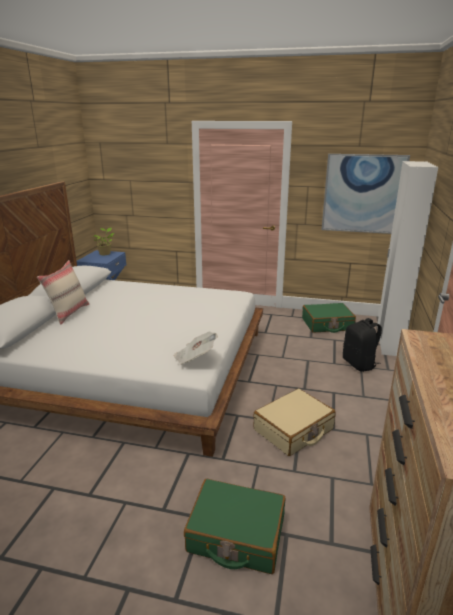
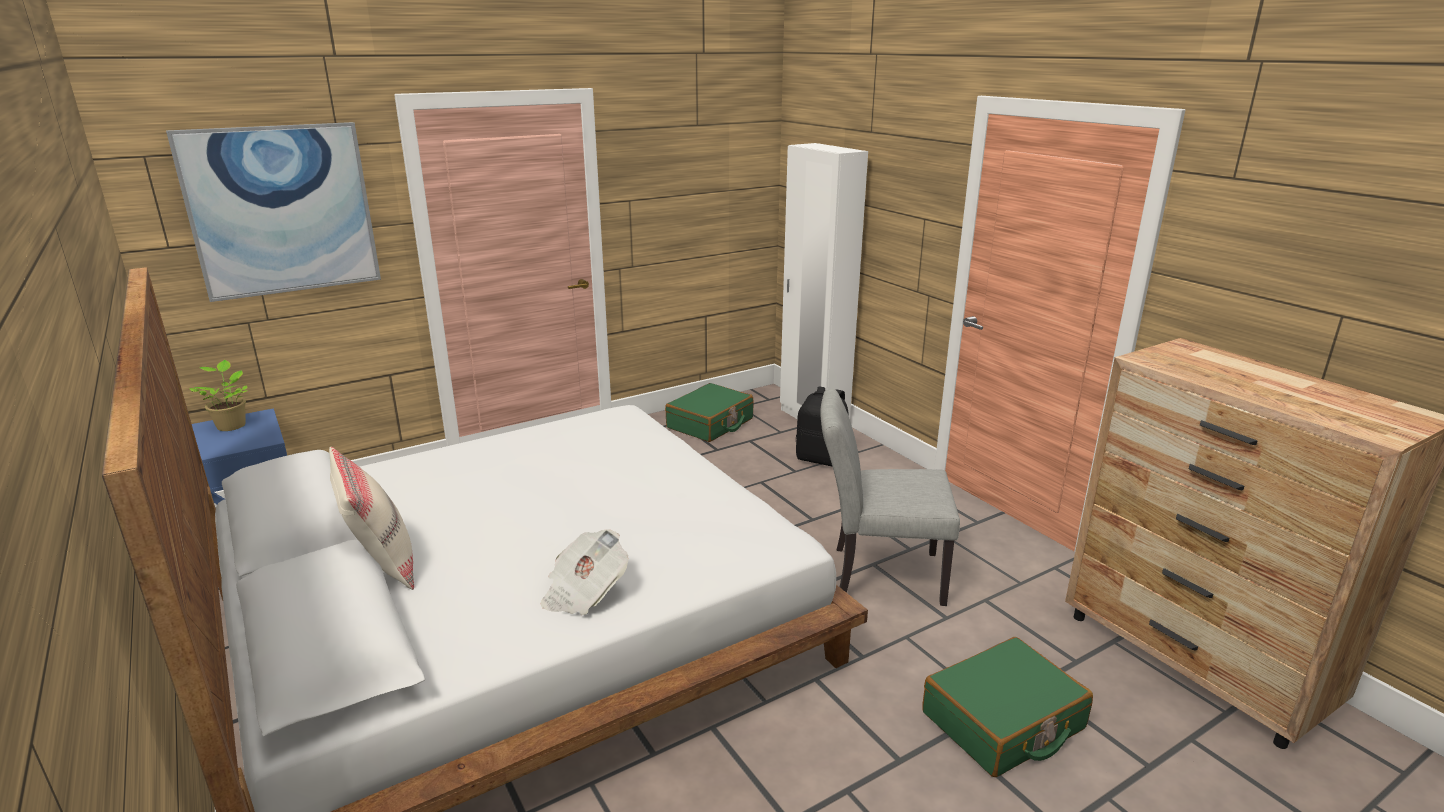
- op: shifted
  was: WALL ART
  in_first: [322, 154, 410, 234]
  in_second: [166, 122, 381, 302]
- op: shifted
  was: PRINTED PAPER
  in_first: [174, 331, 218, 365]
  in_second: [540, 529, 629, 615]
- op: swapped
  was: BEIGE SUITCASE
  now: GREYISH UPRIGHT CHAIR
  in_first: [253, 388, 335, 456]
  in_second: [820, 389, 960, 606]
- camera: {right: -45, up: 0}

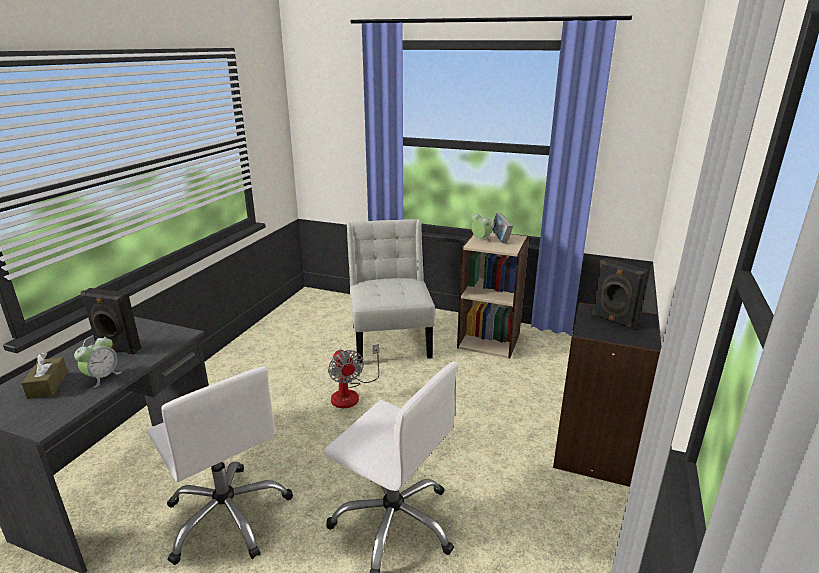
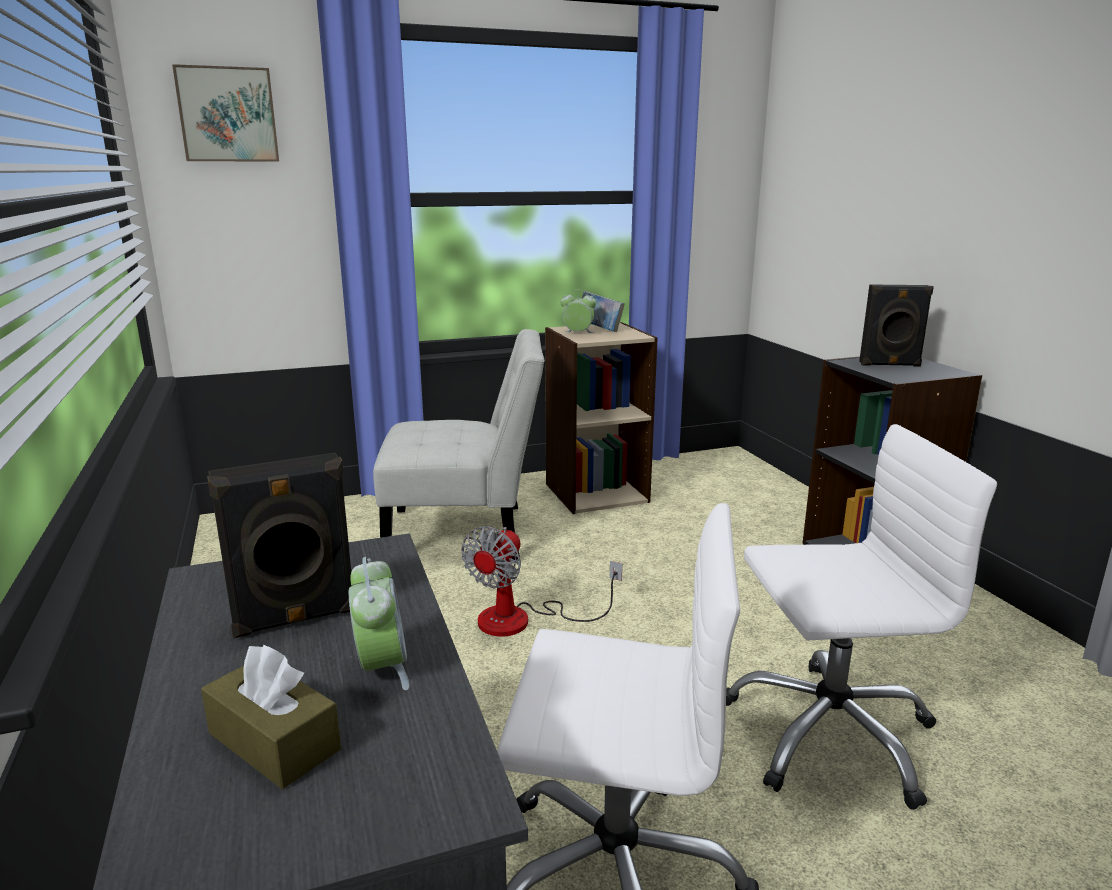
- op: rotated
  was: WHITISH UPRIGHT CHAIR
  in_first: [347, 219, 435, 363]
  in_second: [373, 329, 545, 560]
  clockwise: 135
- op: rotated
  was: COOLING FAN
  in_first: [328, 344, 379, 408]
  in_second: [461, 526, 622, 636]
  clockwise: 90
- op: new
  now: WALL ART
  in_second: [172, 64, 279, 162]
- camera: {right: -40, up: -5}

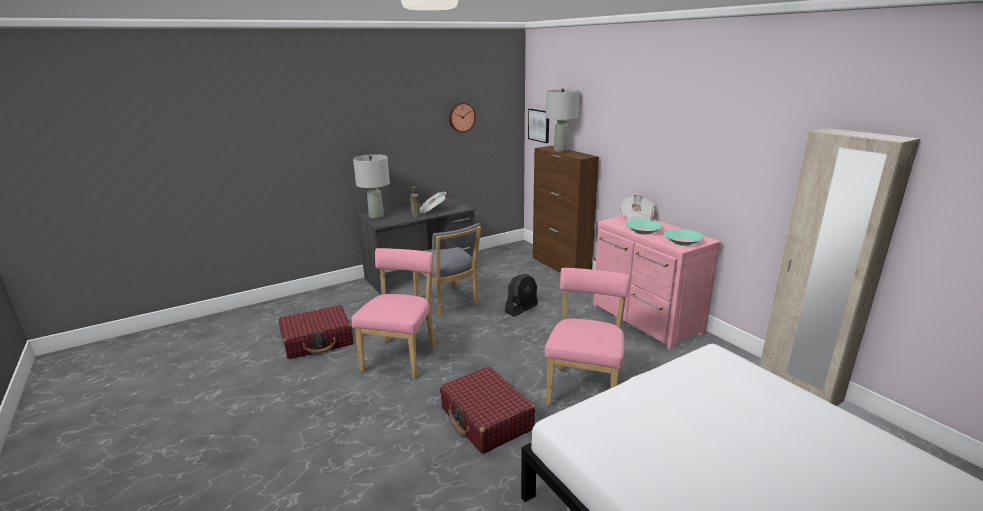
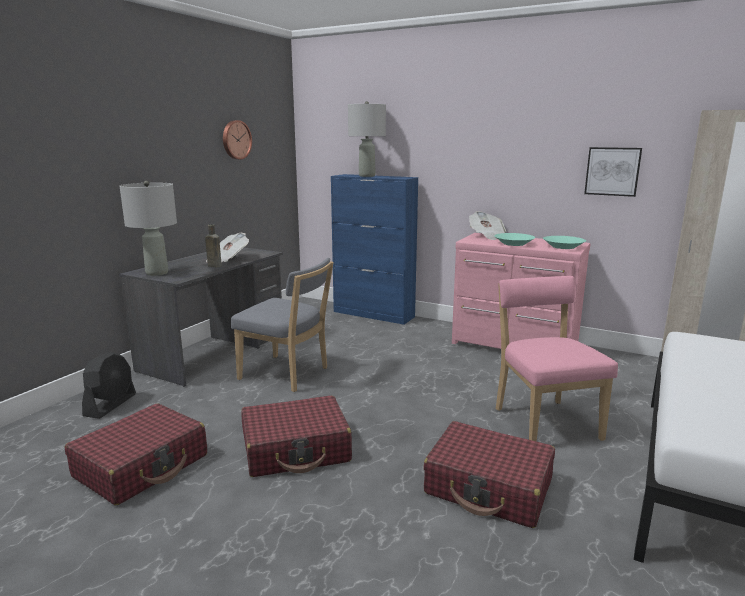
- op: shifted
  was: WALL ART
  in_first: [528, 109, 549, 143]
  in_second: [584, 147, 642, 197]
- op: repainted
  was: BROWNISH STORAGE CABINET
  now: BLUE STORAGE CABINET
  in_first: [533, 146, 599, 273]
  in_second: [331, 174, 418, 325]
- op: swapped
  was: PINK UPRIGHT CHAIR
  now: RED SUITCASE
  in_first: [351, 248, 435, 379]
  in_second: [241, 396, 352, 477]
- op: shifted
  was: BLACKISH COOLING FAN
  in_first: [505, 274, 538, 317]
  in_second: [82, 352, 136, 419]
- camera: {right: -30, up: -5}

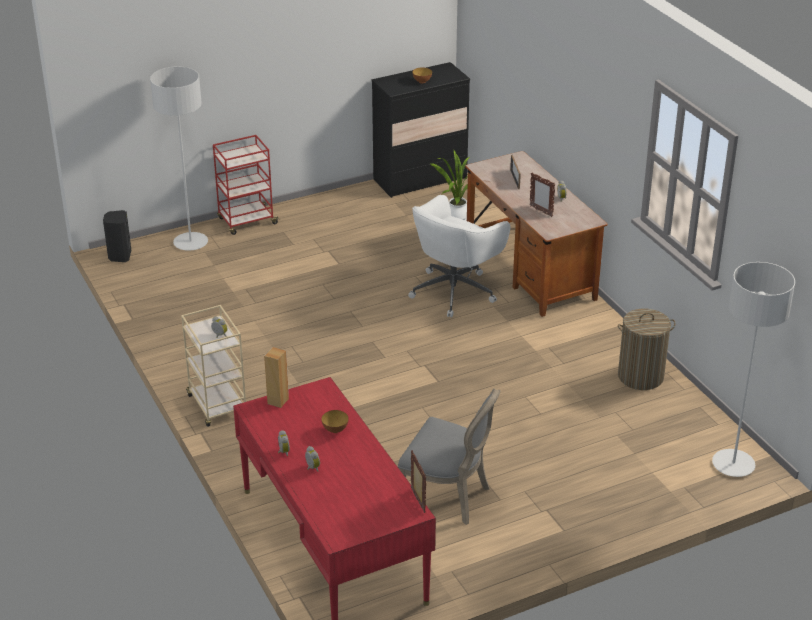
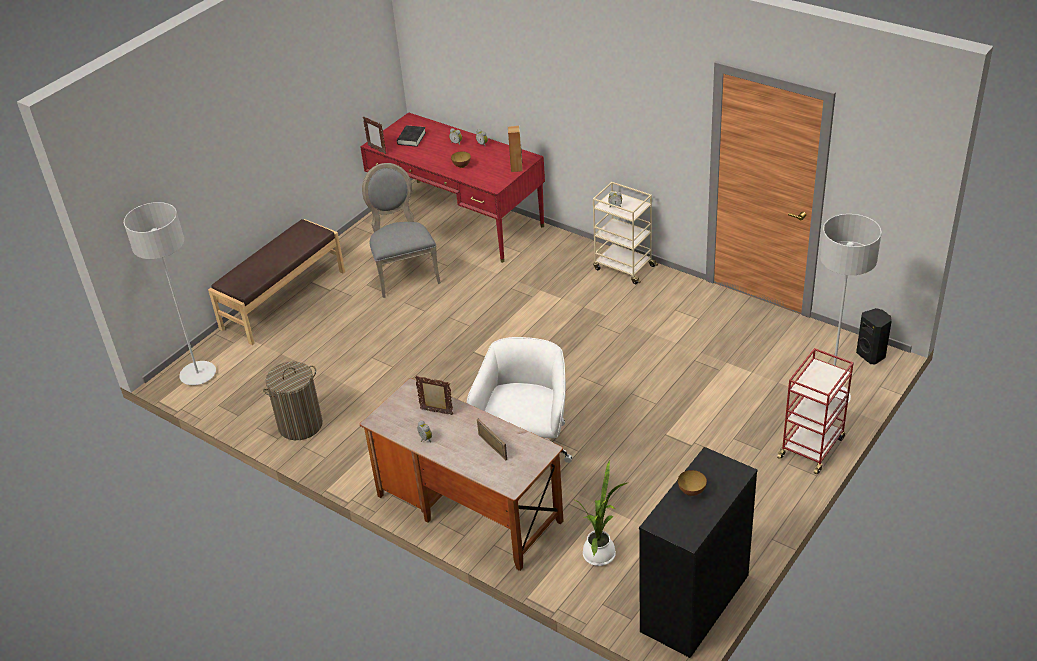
- op: rotated
  was: GREYISH UPRIGHT CHAIR
  in_first: [398, 389, 501, 525]
  in_second: [362, 163, 441, 298]
  clockwise: 75
- op: new
  now: BLACKISH BOOK
  in_second: [397, 125, 426, 147]
- op: new
  now: BROWNISH LONG SEAT
  in_second: [208, 219, 345, 345]
- camera: {right: 155, up: 5}

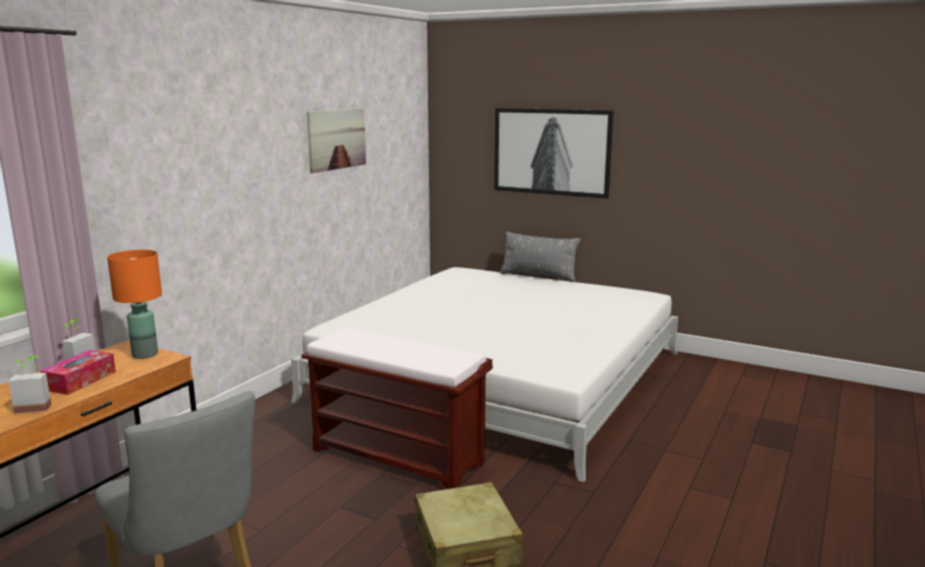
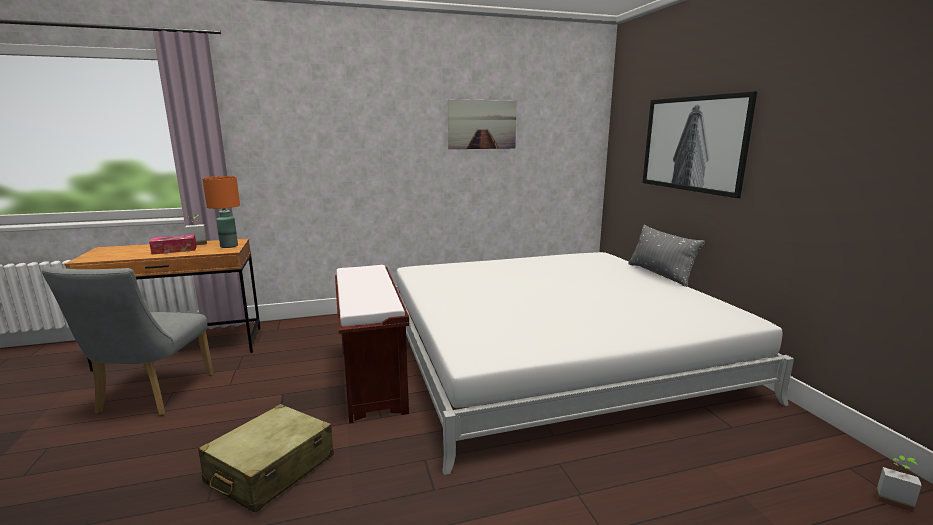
- op: shifted
  was: PLANT IN A POT
  in_first: [8, 355, 52, 414]
  in_second: [876, 455, 922, 513]
- camera: {right: 45, up: 0}

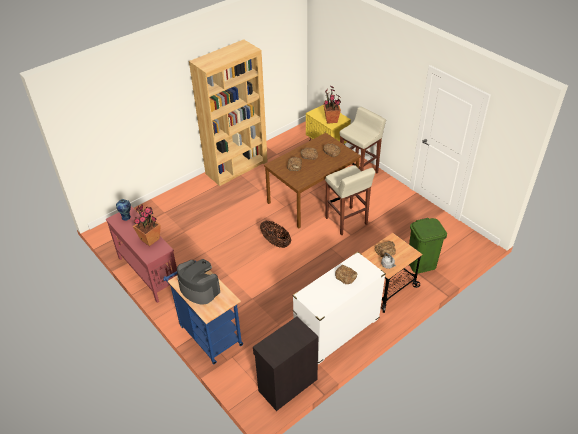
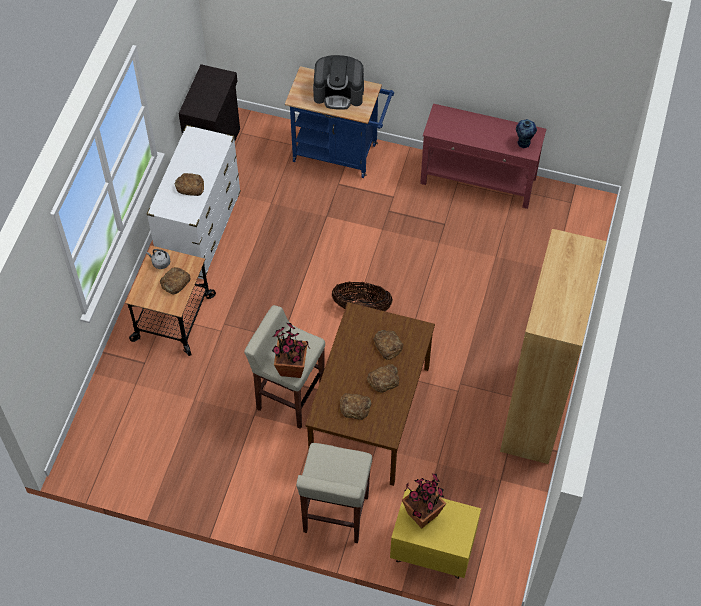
- op: shifted
  was: PLANT IN A POT
  in_first: [133, 205, 161, 246]
  in_second: [272, 323, 309, 378]
- op: gone
  was: GREEN TRASH CAN
  in_first: [409, 218, 447, 274]
- camera: {right: 145, up: 15}

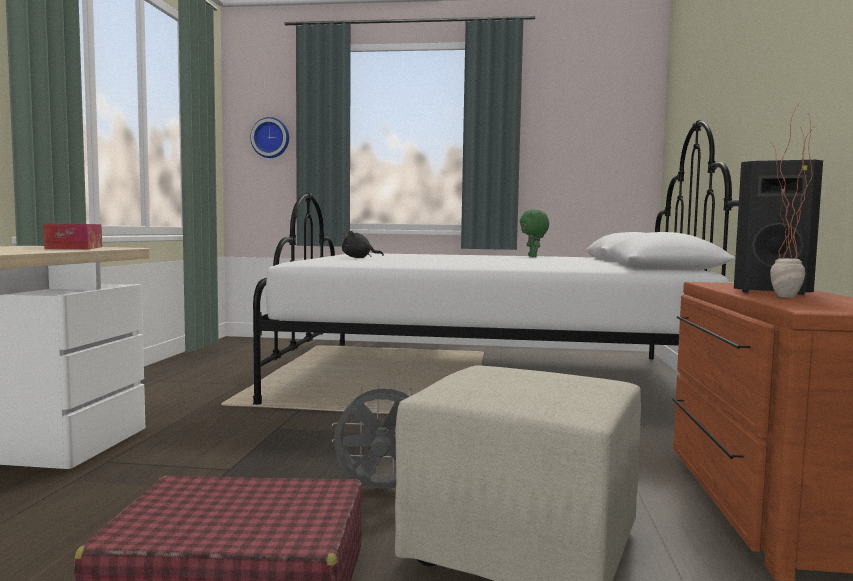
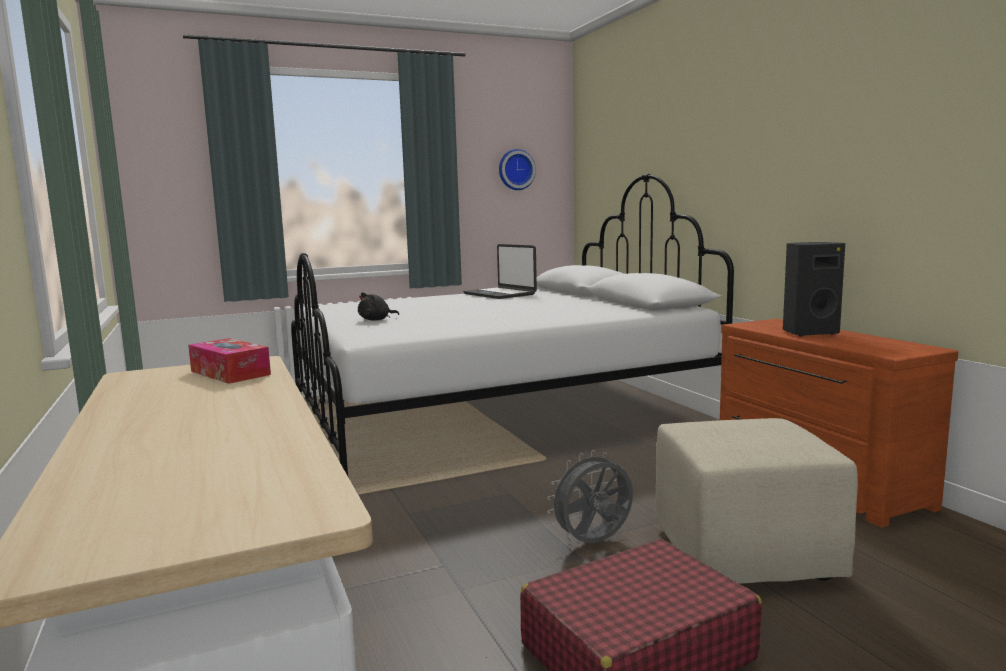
- op: gone
  was: PLANT IN A POT
  in_first: [770, 101, 813, 298]
- op: shifted
  was: HANGING CLOCK
  in_first: [250, 117, 289, 158]
  in_second: [499, 149, 536, 190]
- op: swapped
  was: GREEN SOFT TOY
  now: PORTABLE COMPUTER
  in_first: [520, 209, 549, 257]
  in_second: [463, 244, 537, 299]
- camera: {right: -30, up: 5}

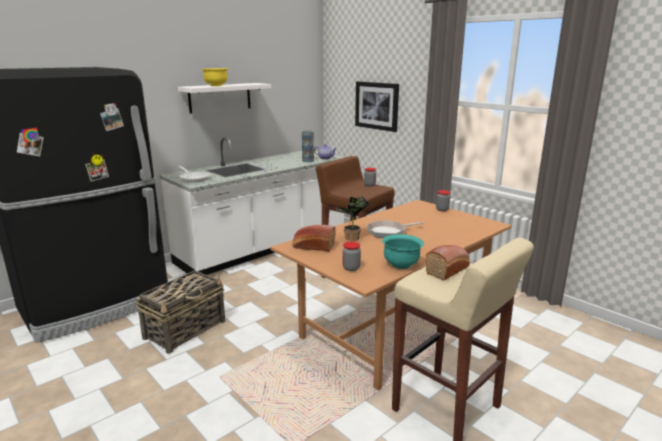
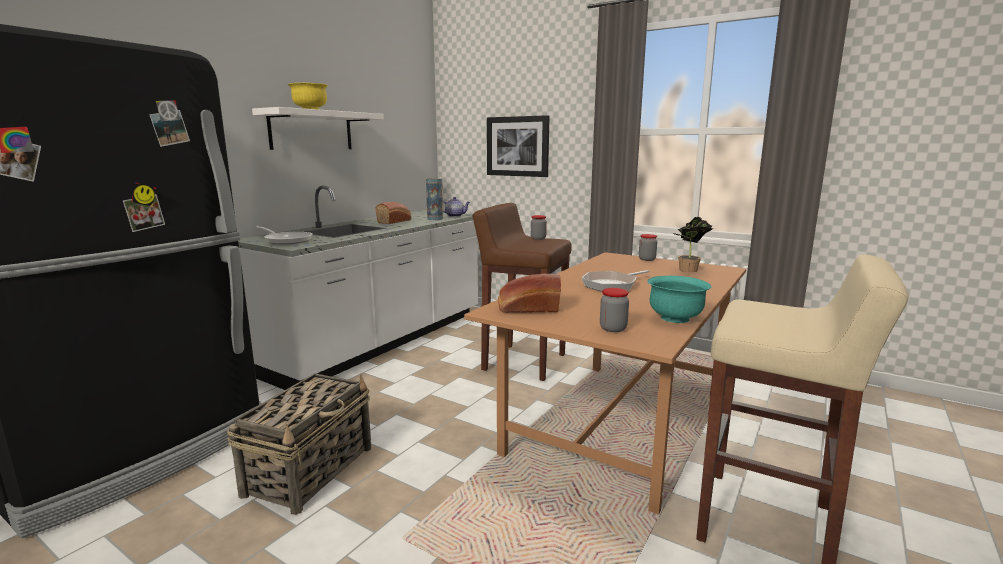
- op: shifted
  was: PLANT IN A POT
  in_first: [336, 196, 369, 241]
  in_second: [673, 217, 713, 272]
- op: shifted
  was: BREAD
  in_first: [426, 245, 470, 280]
  in_second: [375, 202, 412, 224]
- camera: {right: -15, up: -5}

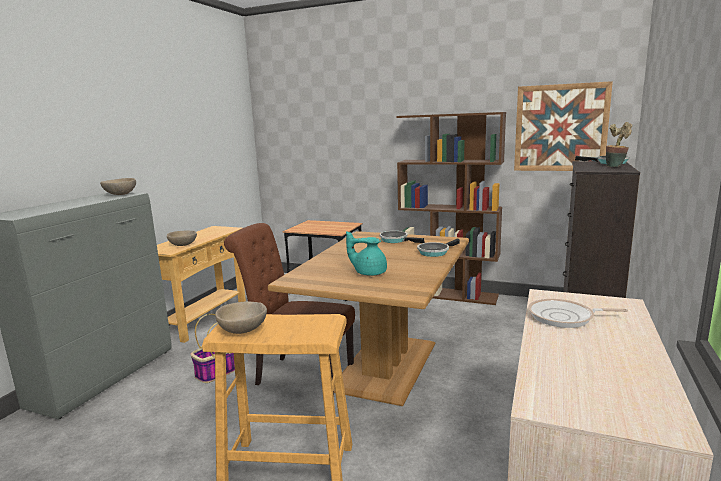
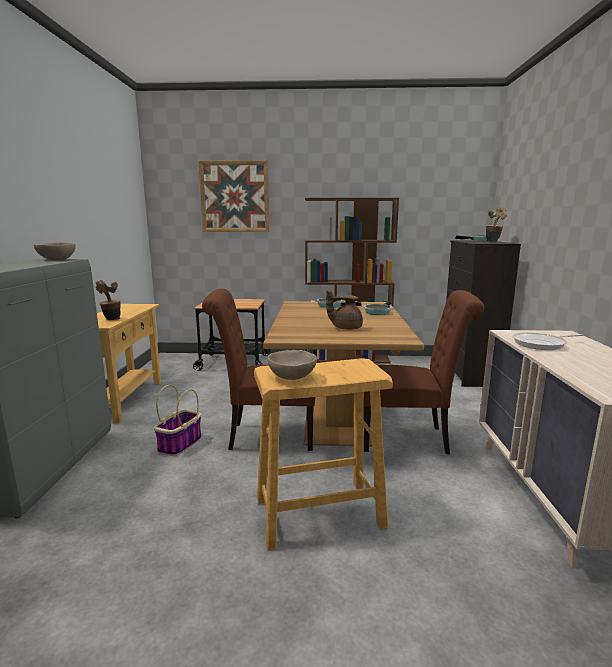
- op: shifted
  was: WALL ART
  in_first: [514, 81, 613, 171]
  in_second: [198, 160, 270, 232]
- op: swapped
  was: BEIGE BOWL
  now: PLANT IN A POT
  in_first: [167, 230, 197, 246]
  in_second: [95, 280, 121, 320]
- op: repainted
  was: BLUE-GREEN TEAPOT
  now: BROWNISH TEAPOT
  in_first: [346, 231, 387, 276]
  in_second: [326, 290, 363, 330]
- op: new
  now: BROWNISH UPRIGHT CHAIR
  in_second: [364, 290, 484, 454]
- camera: {right: -20, up: 0}

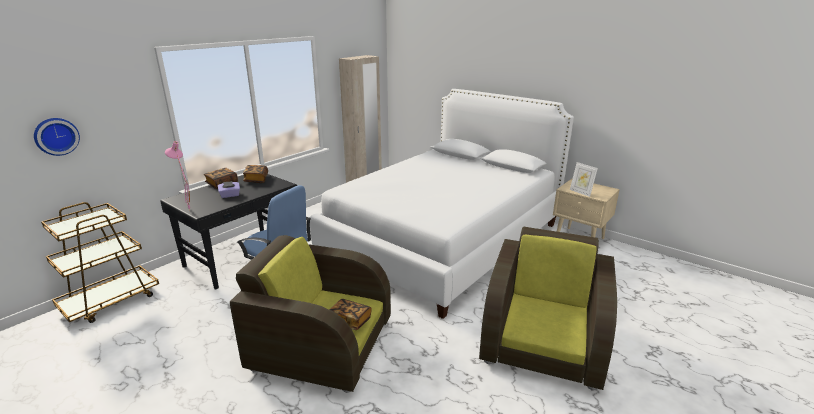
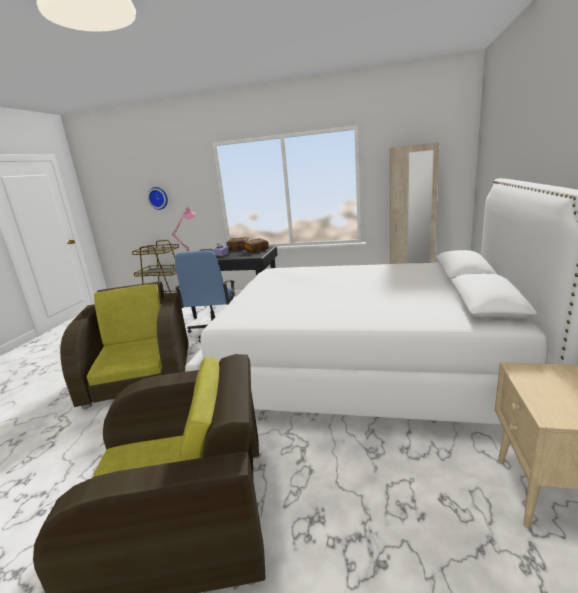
- op: gone
  was: PICTURE FRAME
  in_first: [570, 162, 598, 197]
- op: gone
  was: BOOK
  in_first: [329, 299, 372, 330]
- camera: {right: 65, up: -5}

